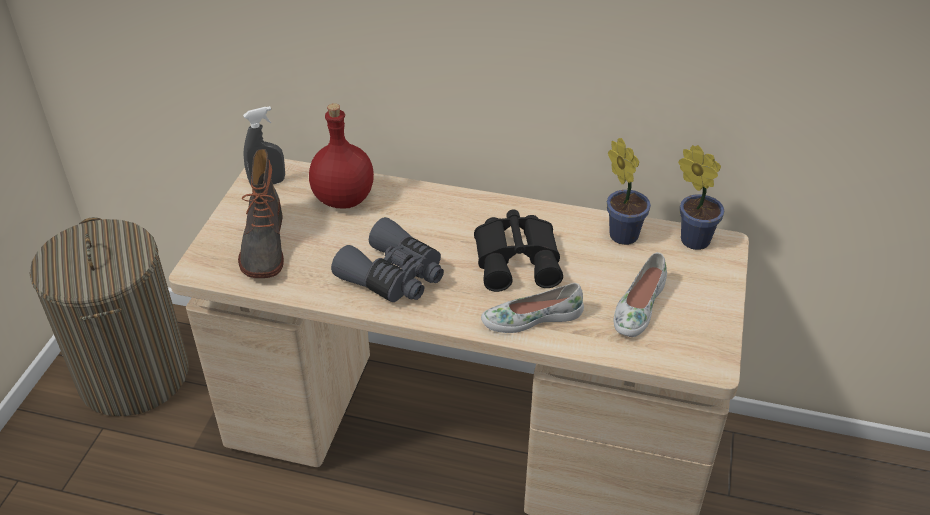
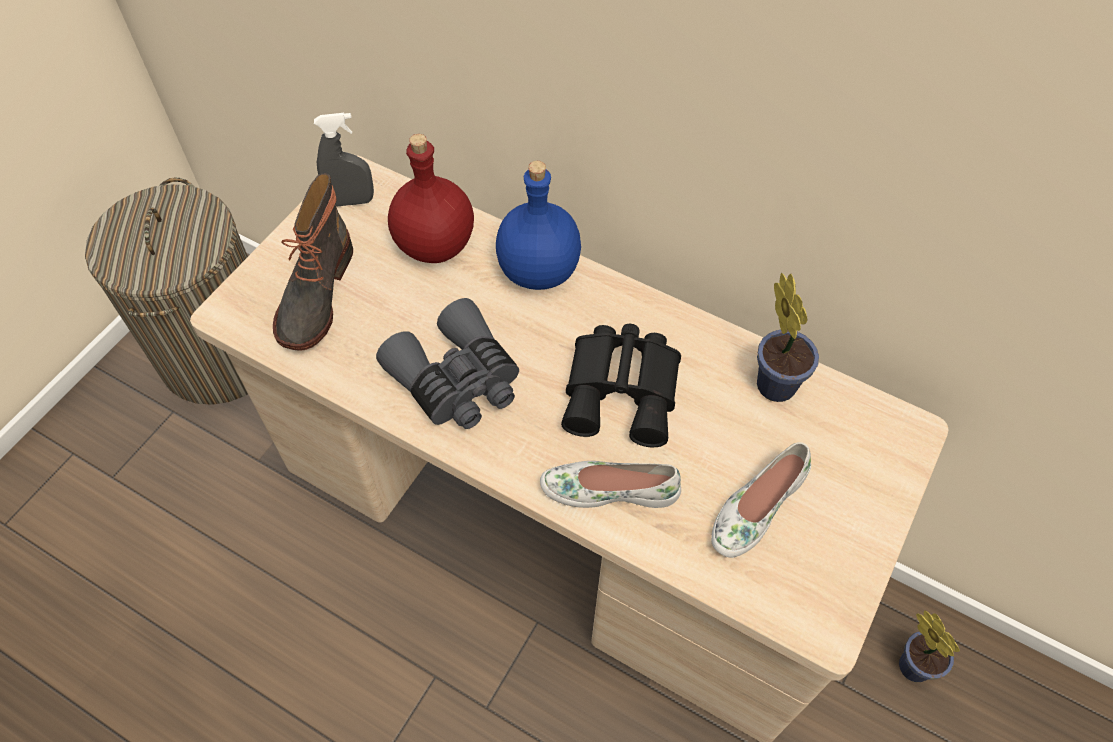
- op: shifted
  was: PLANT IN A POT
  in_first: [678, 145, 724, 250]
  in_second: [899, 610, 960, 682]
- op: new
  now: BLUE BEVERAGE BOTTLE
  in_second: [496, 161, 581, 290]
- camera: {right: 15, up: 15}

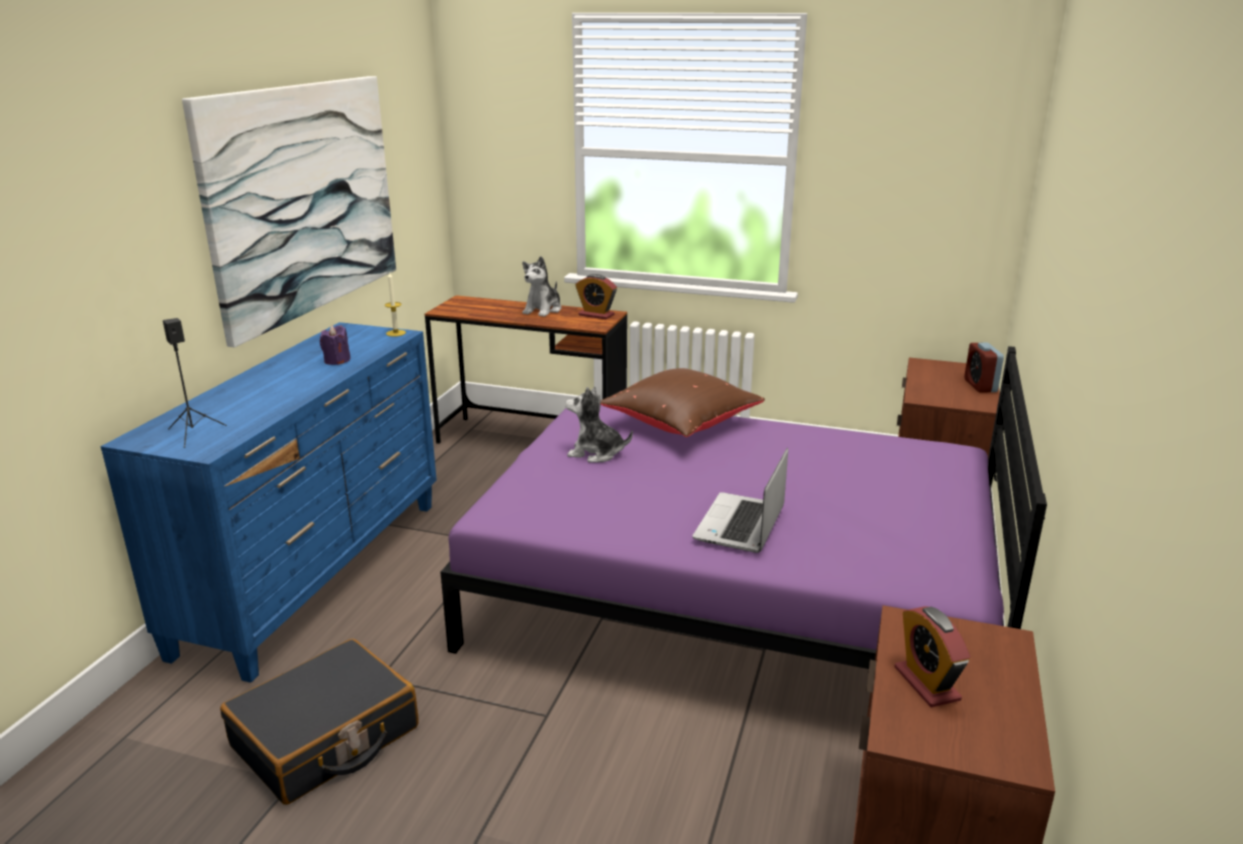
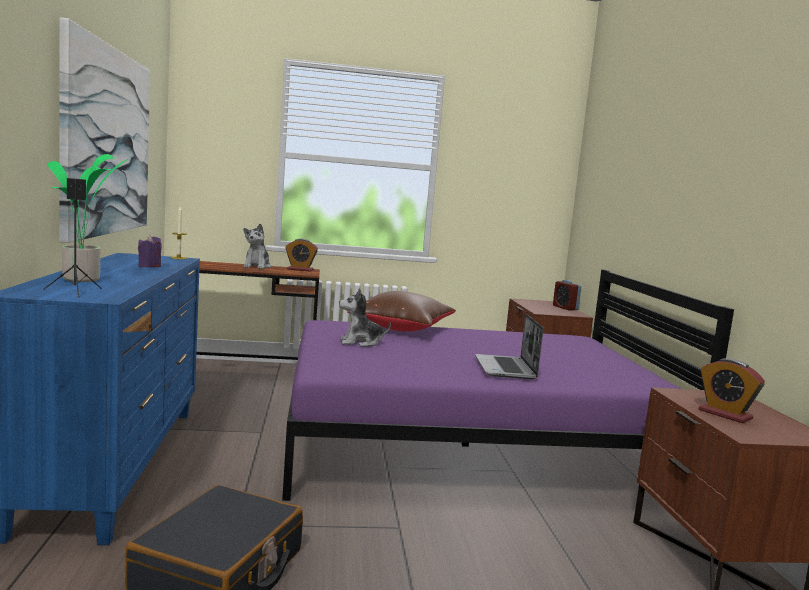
- op: new
  now: PLANT IN A POT
  in_second: [47, 154, 128, 282]
- camera: {right: -25, up: -15}

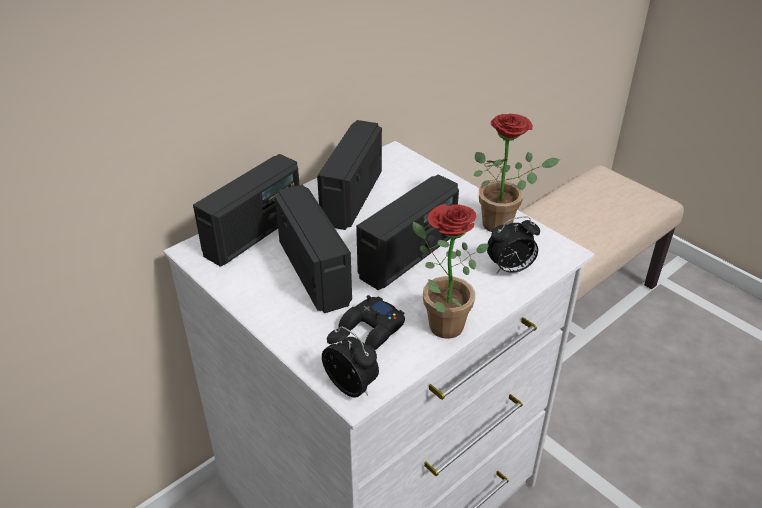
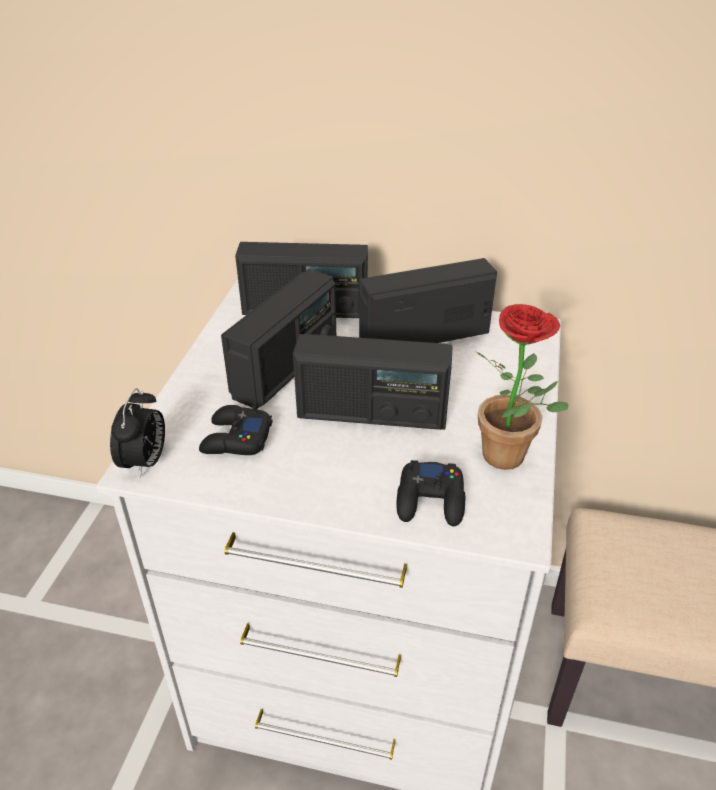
- op: gone
  was: PLANT IN A POT
  in_first: [412, 204, 489, 339]
- op: swapped
  was: BEDSIDE CLOCK
  now: BLACKISH GAME CONTROLLER
  in_first: [487, 216, 540, 274]
  in_second: [396, 460, 465, 526]
- camera: {right: 55, up: 0}

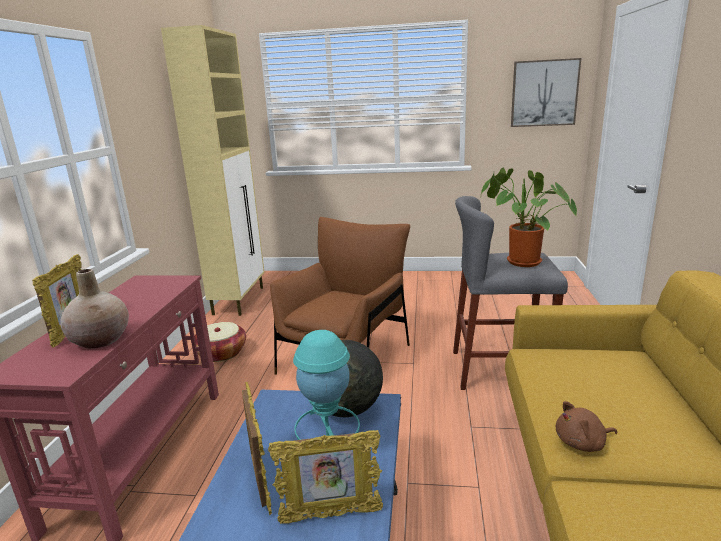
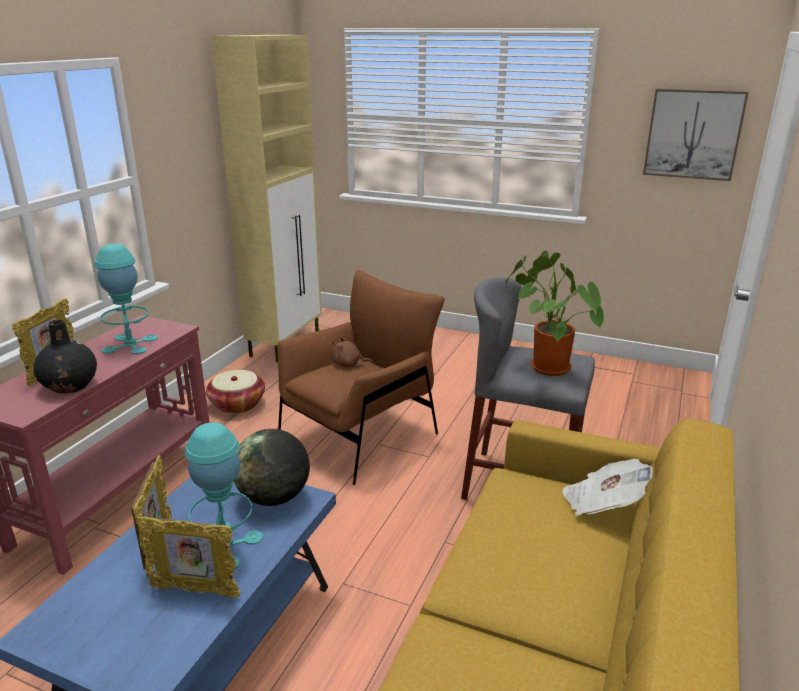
- op: repainted
  was: BEIGE FLOWER VASE
  now: BLACKISH FLOWER VASE
  in_first: [60, 269, 129, 349]
  in_second: [33, 320, 97, 394]
- op: shifted
  was: BROWNISH SOFT TOY
  in_first: [556, 401, 617, 452]
  in_second: [331, 336, 373, 367]
- op: new
  now: BLUE-GREEN TABLE LAMP
  in_second: [94, 244, 158, 354]
- op: new
  now: PRINTED PAPER
  in_second: [562, 459, 653, 516]
- camera: {right: 15, up: 5}

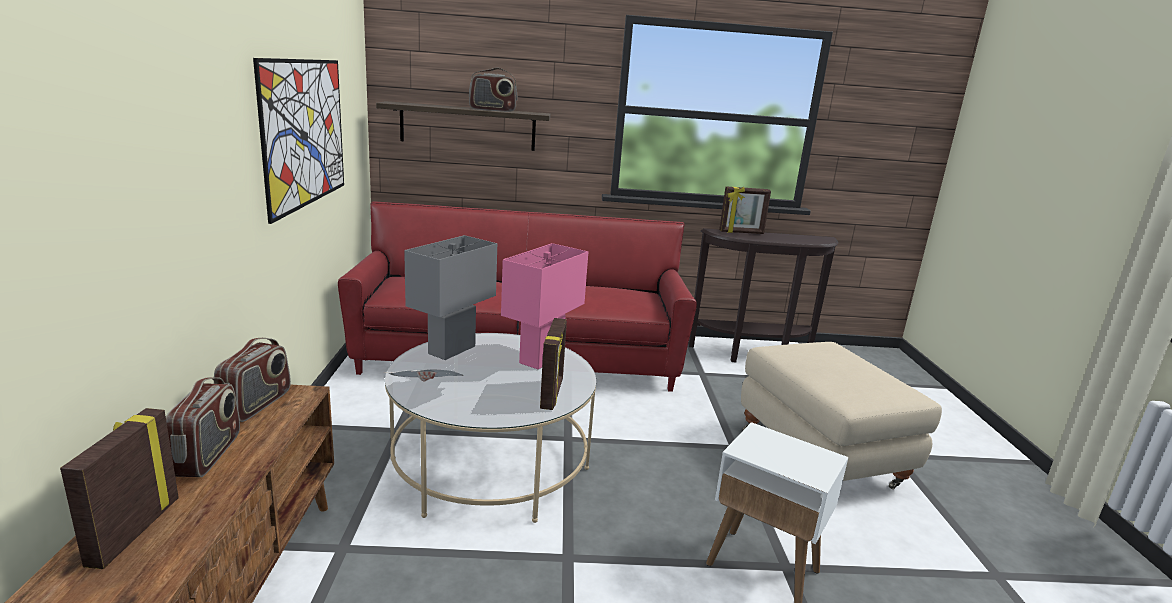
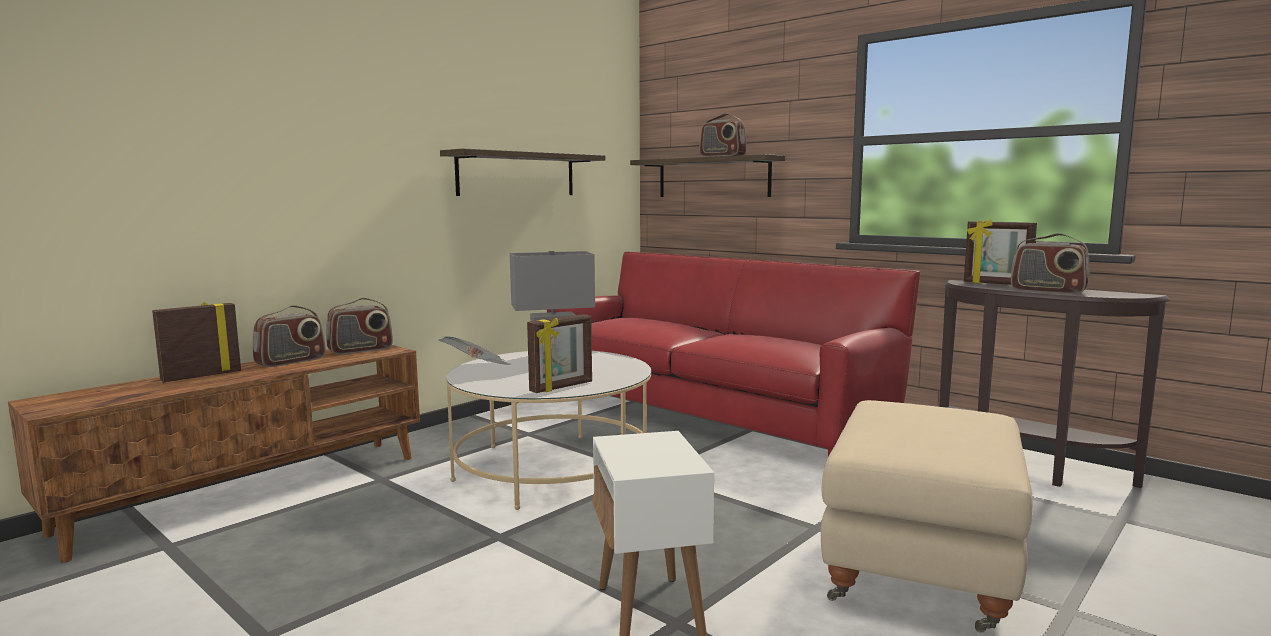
- op: swapped
  was: WALL ART
  now: BRACKET SHELF
  in_first: [253, 58, 344, 224]
  in_second: [440, 149, 605, 196]
- op: gone
  was: PINK TABLE LAMP
  in_first: [501, 243, 588, 369]
- op: new
  now: RADIO RECEIVER
  in_second: [1011, 233, 1090, 294]
- camera: {right: 45, up: -10}

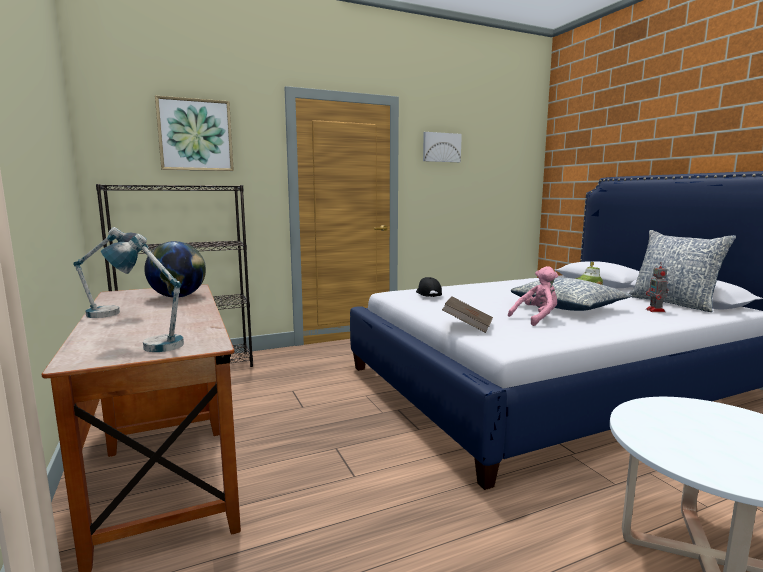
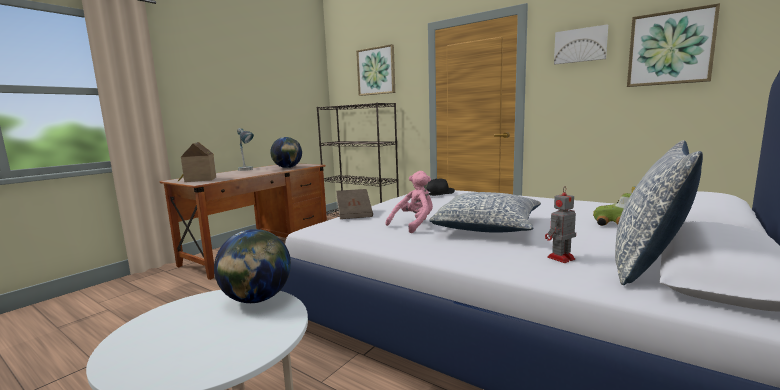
- op: swapped
  was: TABLE LAMP
  now: MODEL HOUSE
  in_first: [101, 234, 184, 352]
  in_second: [178, 142, 216, 182]
- op: rotated
  was: PINK SOFT TOY
  in_first: [508, 266, 558, 326]
  in_second: [385, 171, 433, 233]
  clockwise: -75
- op: new
  now: WALL ART
  in_second: [627, 3, 720, 87]
- op: new
  now: WORLD GLOBE
  in_second: [214, 229, 291, 303]
- camera: {right: 60, up: 0}

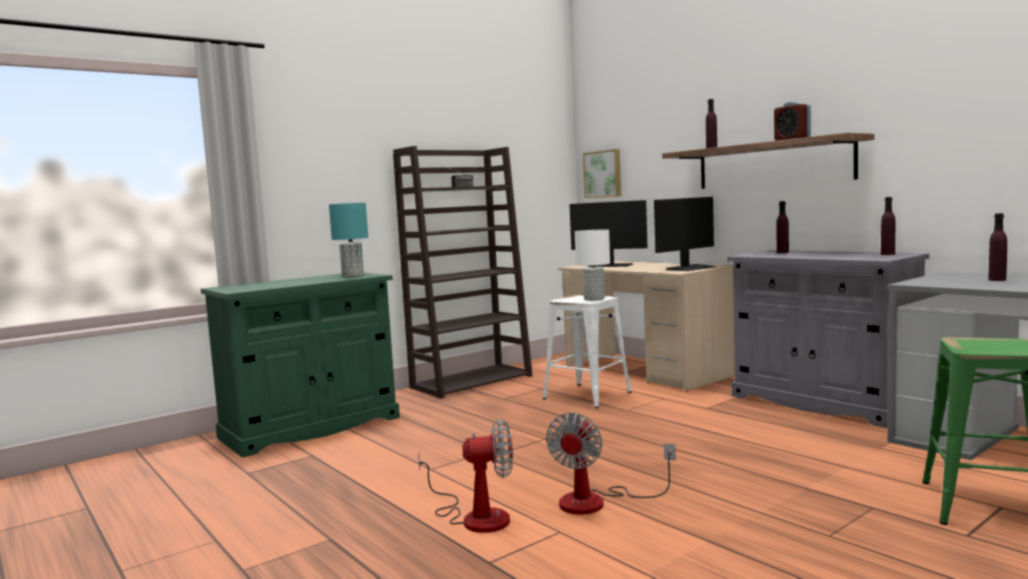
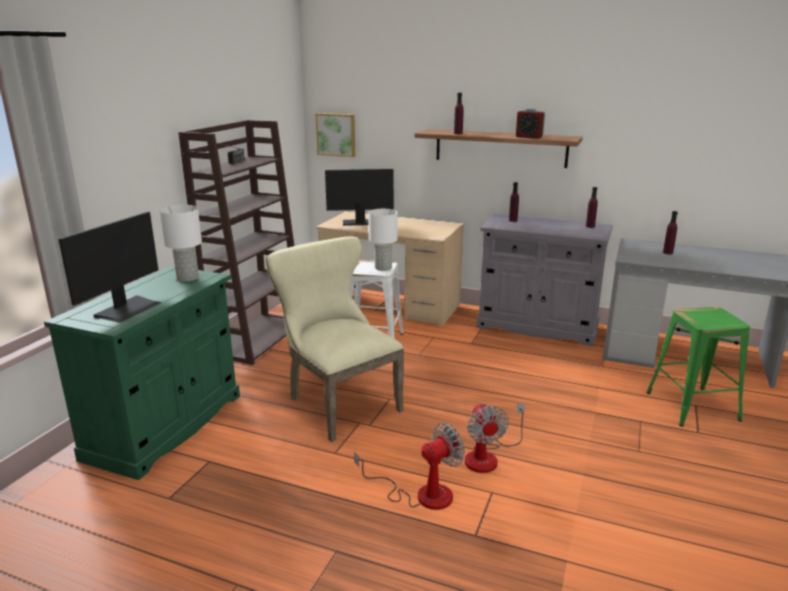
- op: shifted
  was: COMPUTER SCREEN
  in_first: [654, 197, 716, 271]
  in_second: [58, 212, 162, 323]
- op: repainted
  was: BLUE-GREEN TABLE LAMP
  now: WHITISH TABLE LAMP
  in_first: [329, 203, 368, 277]
  in_second: [160, 205, 202, 282]
- op: new
  now: BEIGE UPRIGHT CHAIR
  in_second: [266, 236, 404, 442]
- camera: {right: -30, up: 15}

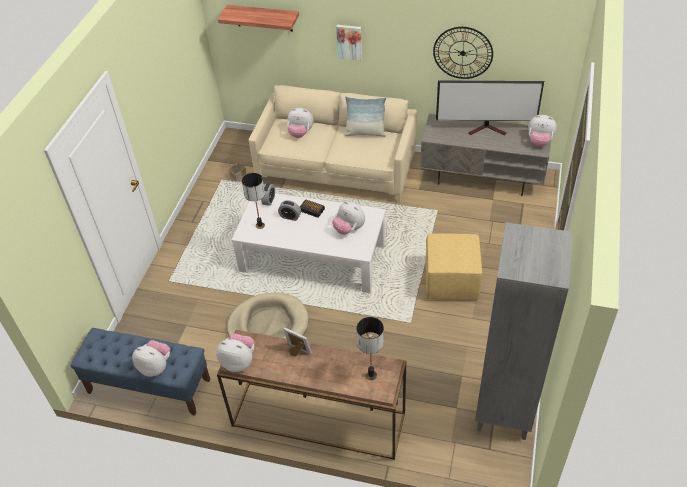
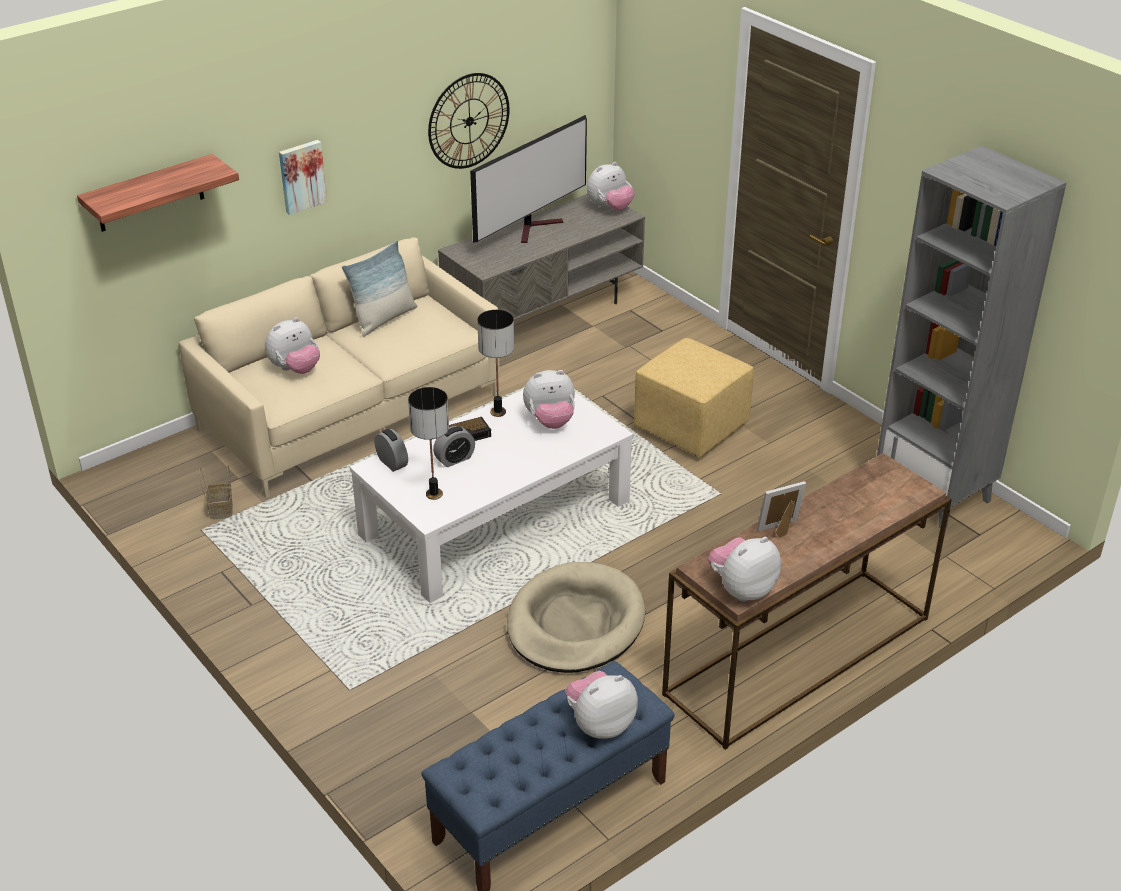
- op: shifted
  was: TABLE LAMP
  in_first: [356, 317, 384, 380]
  in_second: [477, 310, 514, 417]
- camera: {right: -55, up: -10}

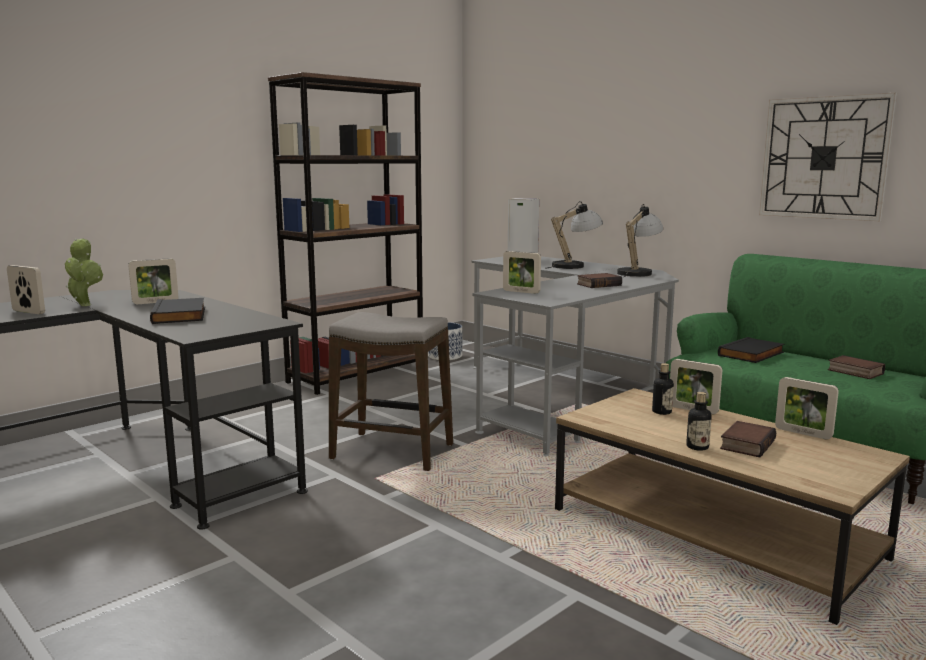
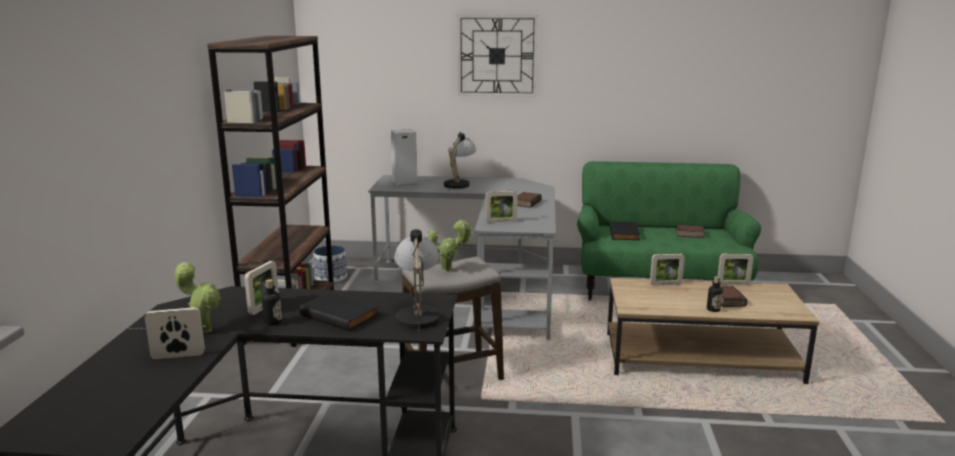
- op: shifted
  was: HANGING CLOCK
  in_first: [759, 93, 897, 221]
  in_second: [457, 15, 538, 97]
- op: shifted
  was: TABLE LAMP
  in_first: [617, 204, 663, 278]
  in_second: [394, 229, 440, 337]
- op: shifted
  was: BEVERAGE BOTTLE
  in_first: [652, 363, 674, 415]
  in_second: [262, 279, 282, 326]
- op: new
  now: PLANT IN A POT
  in_second: [427, 219, 472, 272]
- camera: {right: -40, up: 5}

